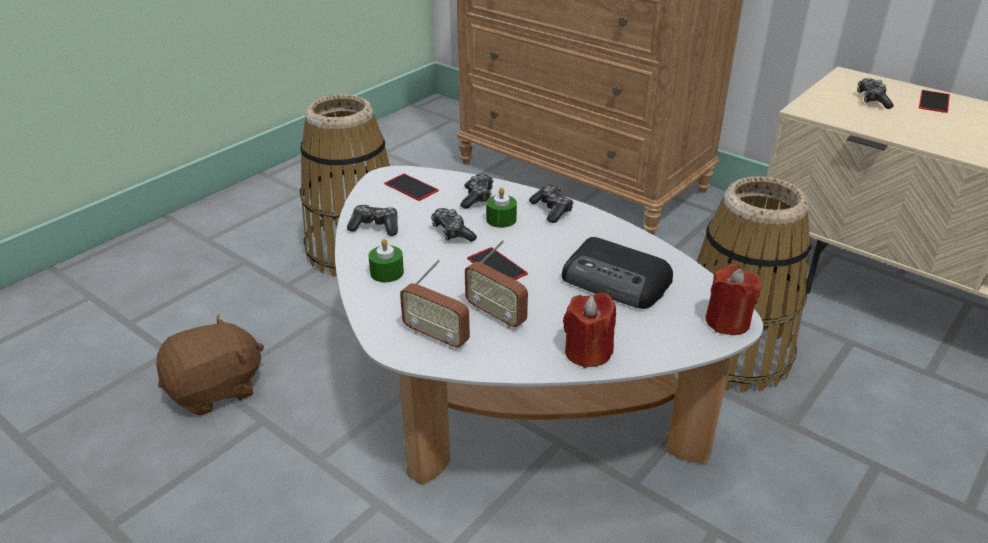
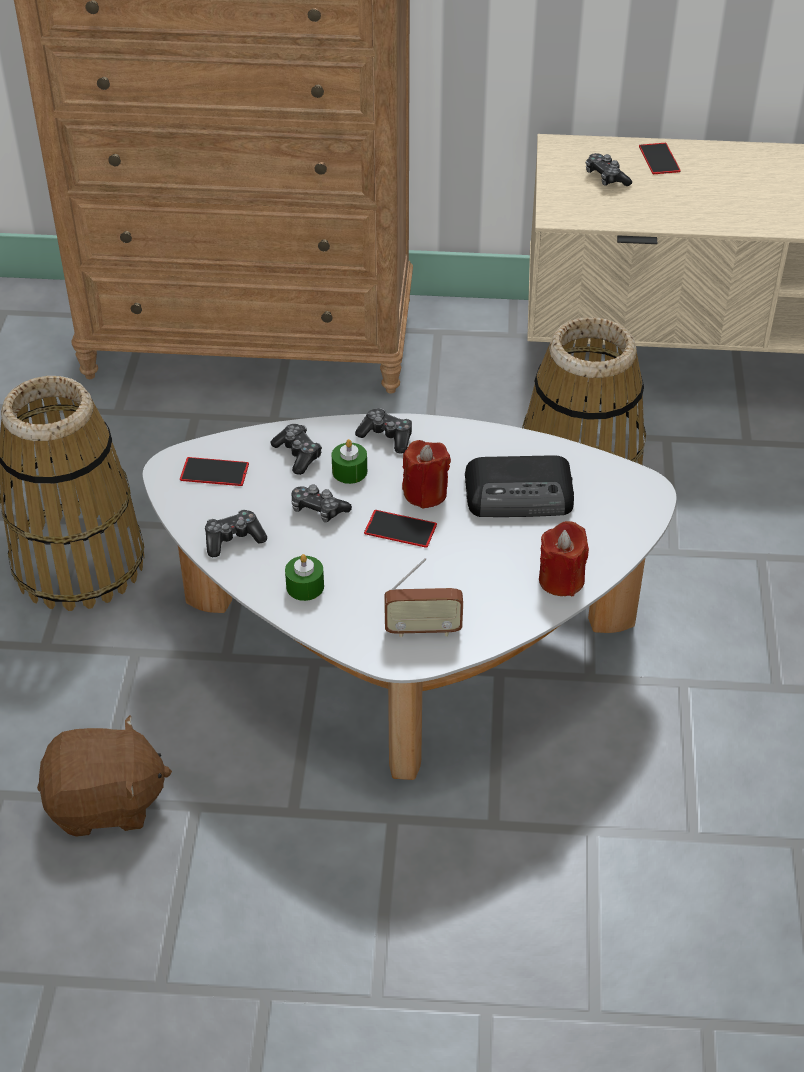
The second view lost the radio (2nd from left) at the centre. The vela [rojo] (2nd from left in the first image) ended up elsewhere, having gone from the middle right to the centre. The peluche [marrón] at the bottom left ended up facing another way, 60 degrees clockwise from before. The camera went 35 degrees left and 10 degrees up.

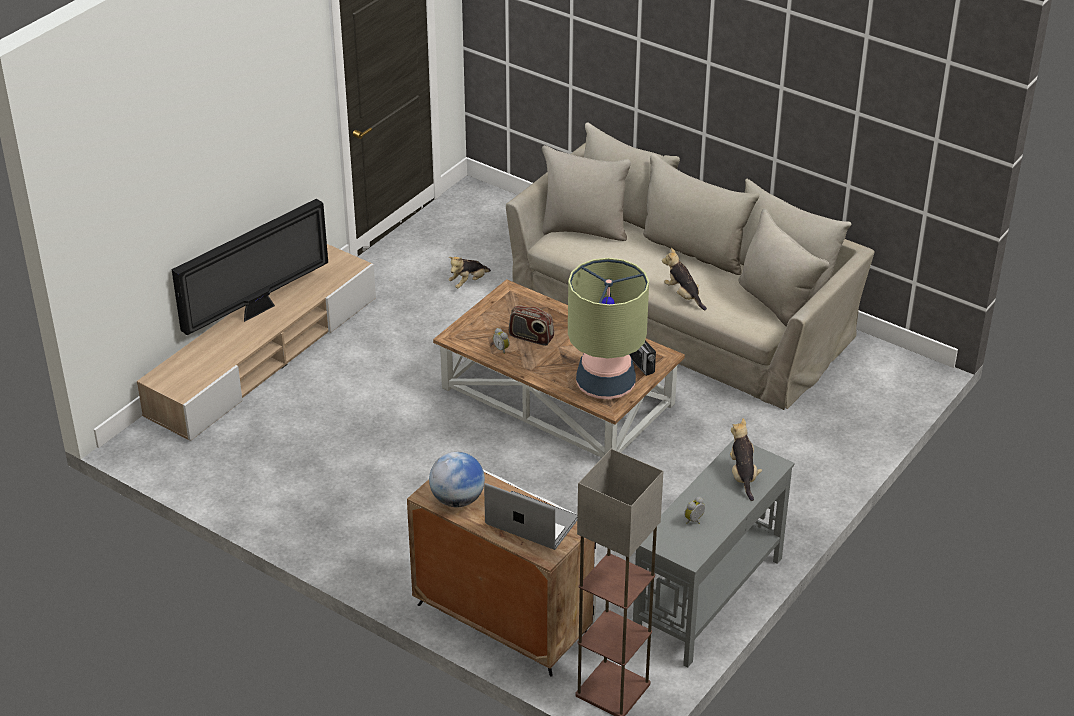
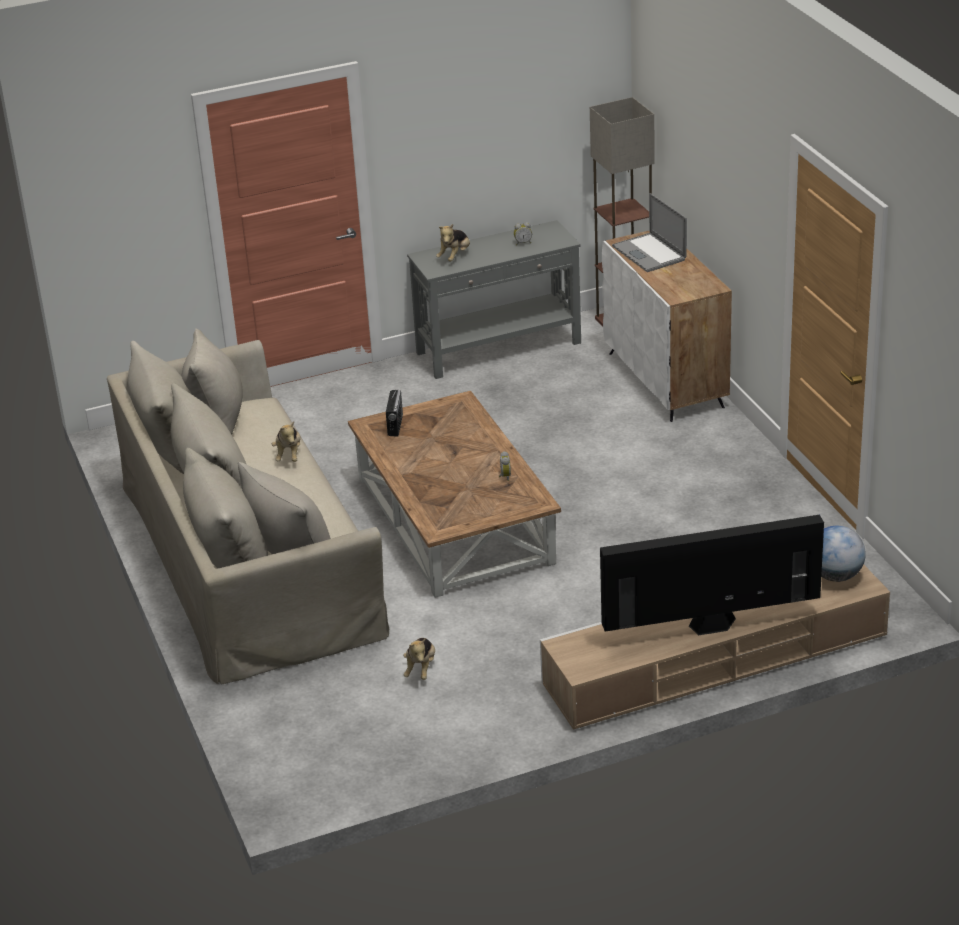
The second view lost the radio (1st from left) at the centre. The second view lost the lámpara de mesa at the centre. The globo terráqueo ended up elsewhere, having gone from the bottom centre to the middle right. The peluche (1st from left in the first image) at the centre ended up facing another way, 105 degrees clockwise from before. The camera went 145 degrees left and 5 degrees down.

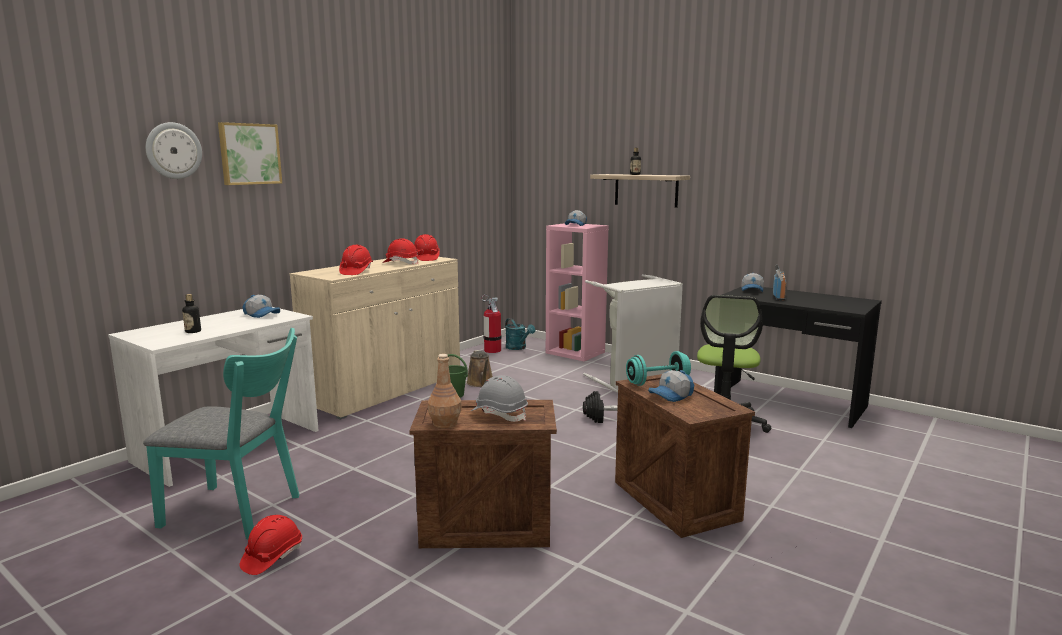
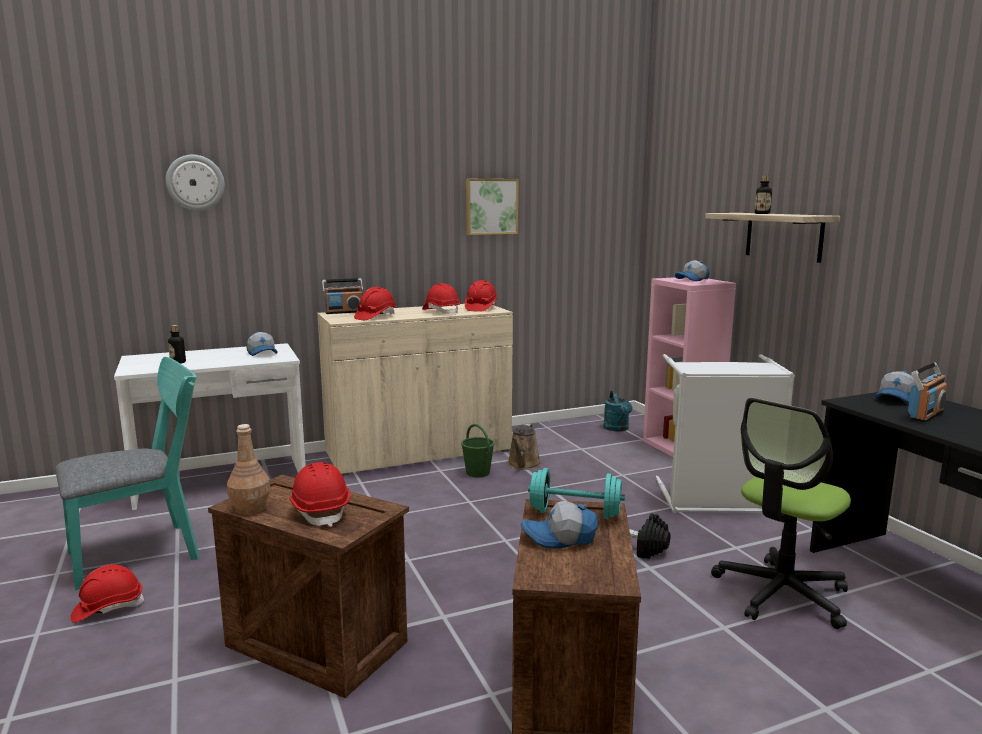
The second view lost the extintor at the centre. The second view gained the radio (1st from left) at the centre. The cuadro ended up elsewhere, having gone from the top left to the top centre. What was the casco [gris] at the centre turned into the casco [rojo] (2nd from left) at the bottom left. The silla [turquesa] at the bottom left ended up facing another way, 75 degrees counterclockwise from before. The camera went 30 degrees right and 0 degrees up.

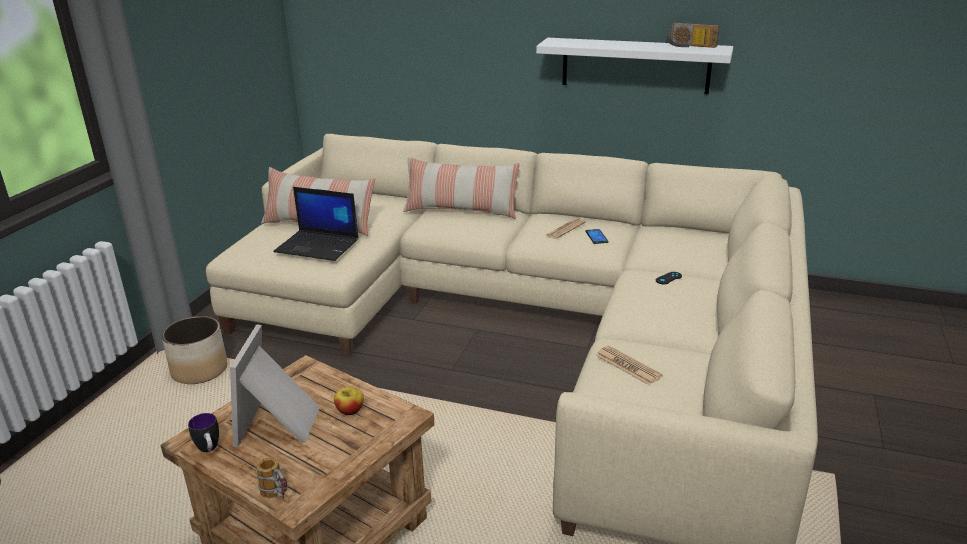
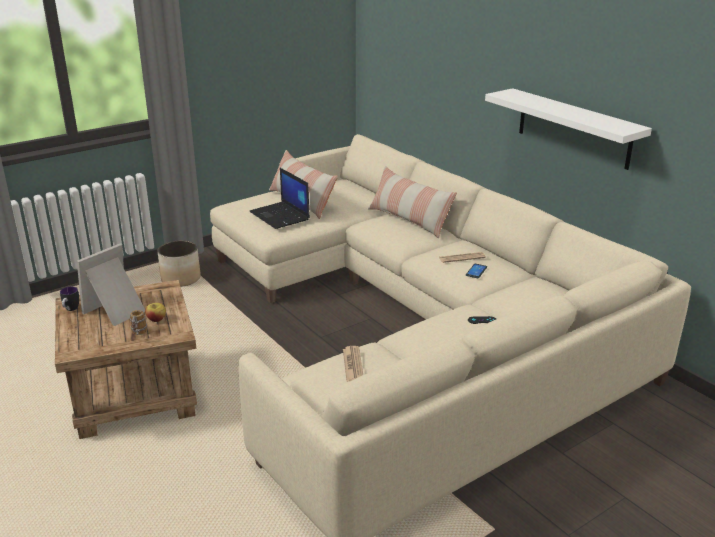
The second view lost the radio at the top right. The taza grande (2nd from left) ended up elsewhere, having gone from the bottom left to the middle left. The camera went 35 degrees right and 0 degrees up.

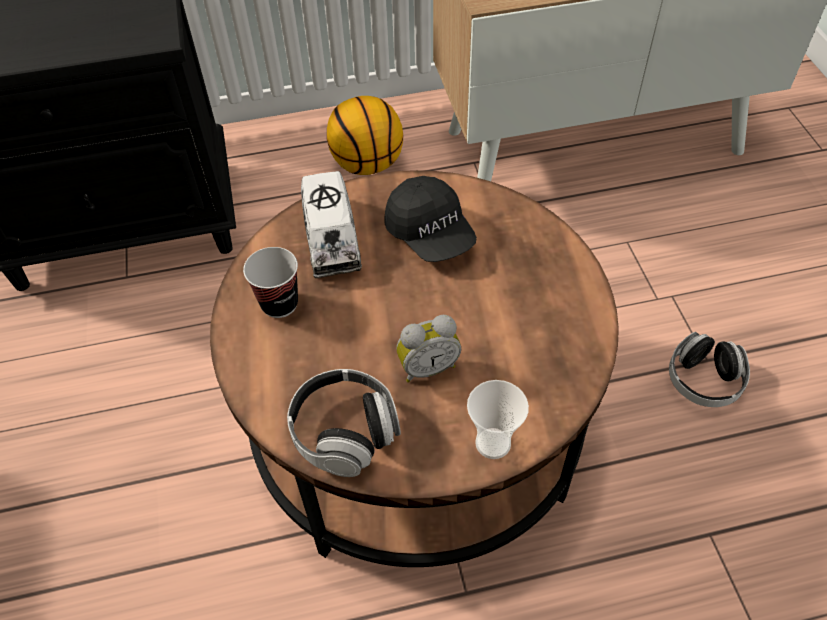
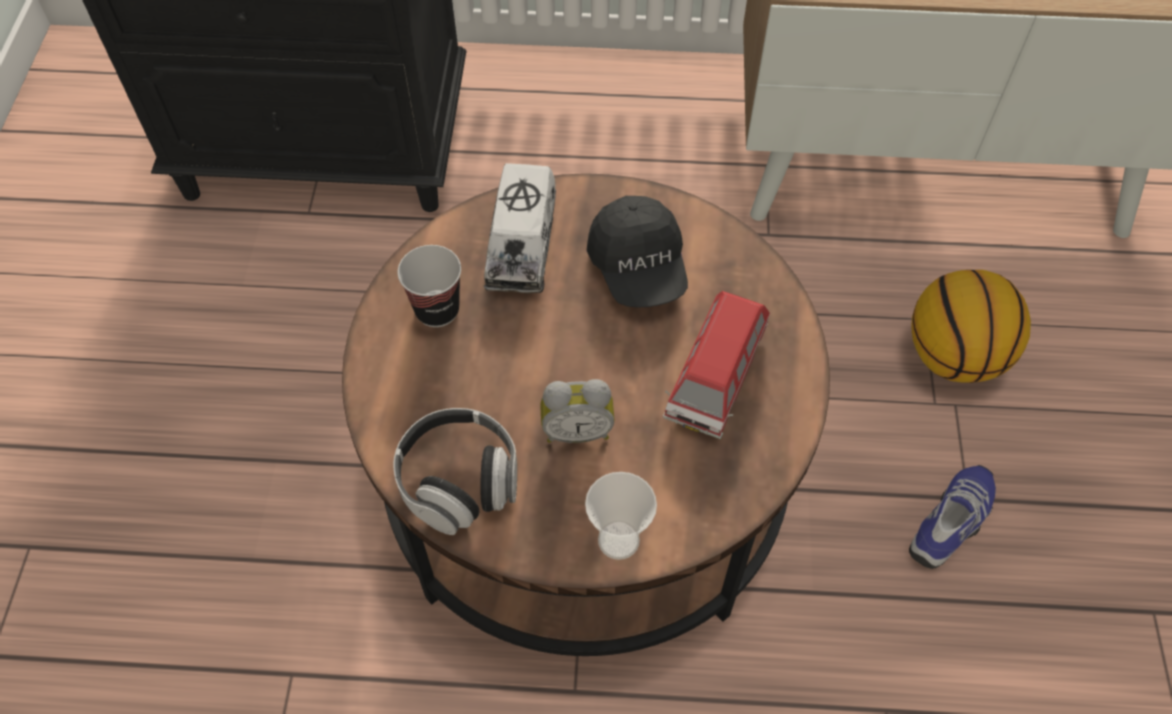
The second view gained the coche de juguete at the centre. The balón de baloncesto ended up elsewhere, having gone from the top centre to the middle right. Where the auriculares (2nd from left) stood at the middle right, the zapato came to stand at the bottom right. The camera went 15 degrees right and 5 degrees up.

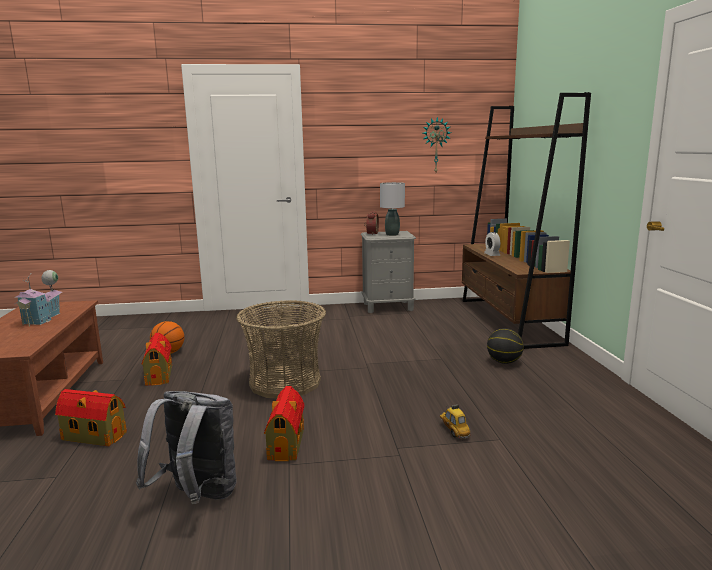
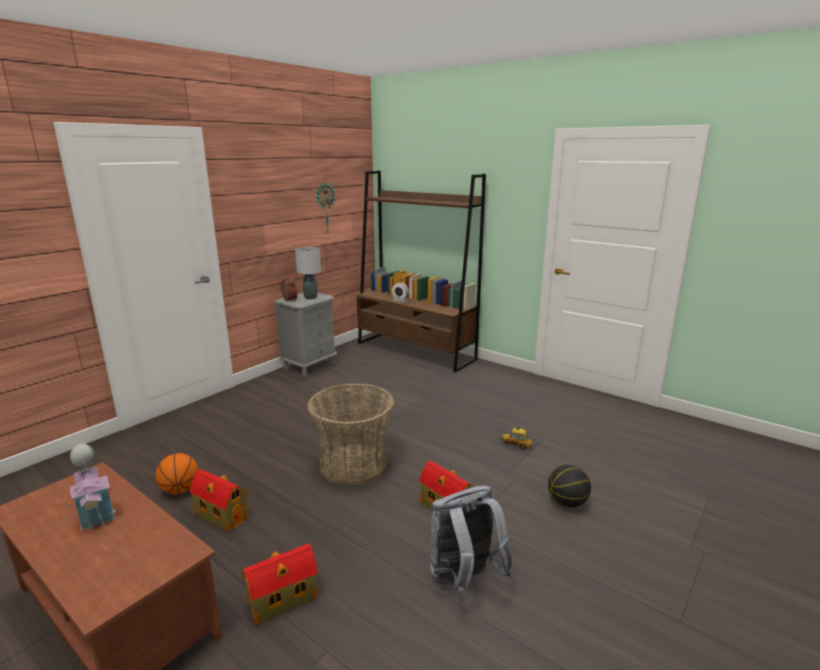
The balón de baloncesto (2nd from left) ended up elsewhere, having gone from the middle right to the bottom right. The camera went 45 degrees left and 5 degrees up.

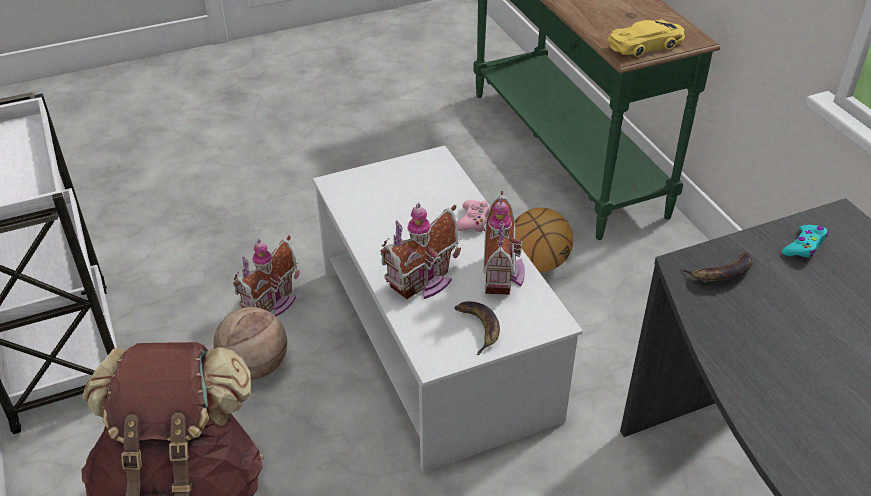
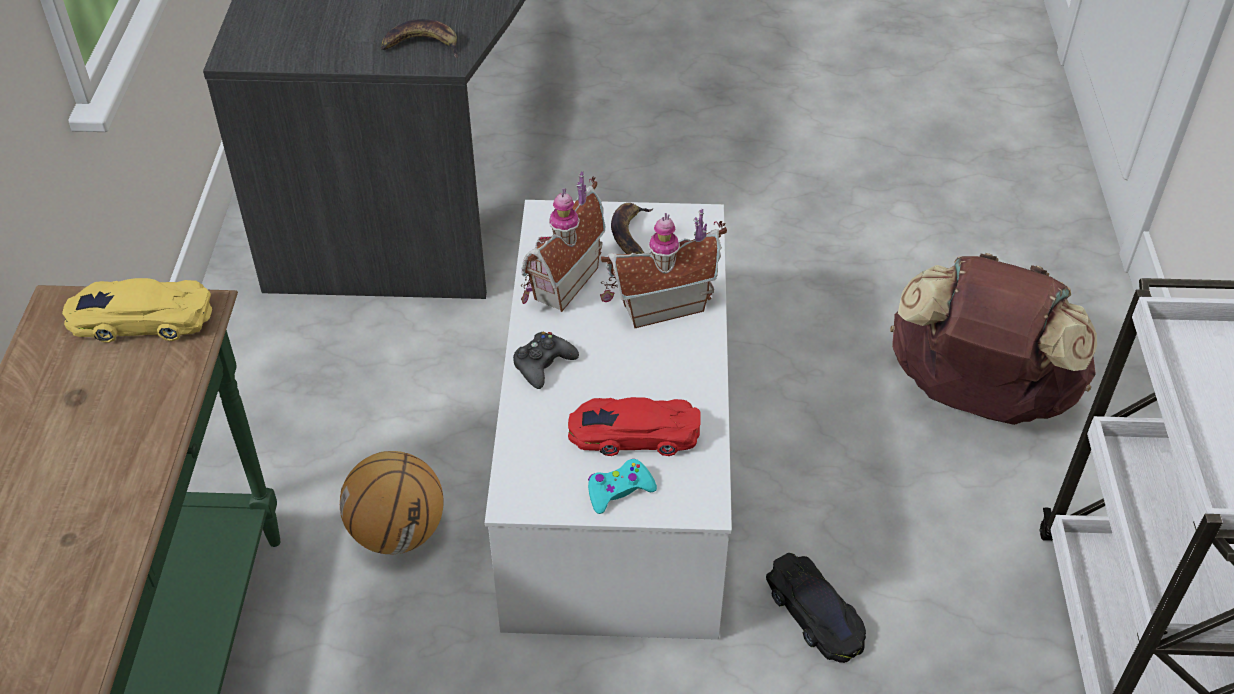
The second view lost the balón de baloncesto (1st from left) at the bottom left. The second view gained the coche de juguete [rojo] at the centre. The mando de consola [turquesa] ended up elsewhere, having gone from the middle right to the bottom centre. Where the casita (1st from left) stood at the middle left, the coche de juguete [negro] came to stand at the bottom centre. What was the mando de consola [rosa] at the centre turned into the mando de consola [negro] at the centre. The camera went 155 degrees left and 5 degrees up.

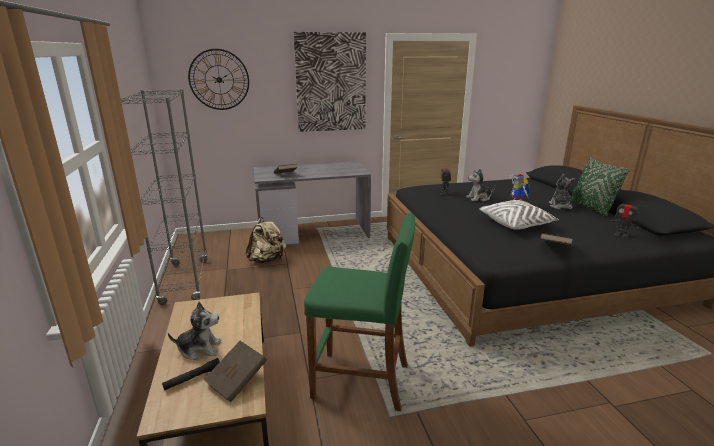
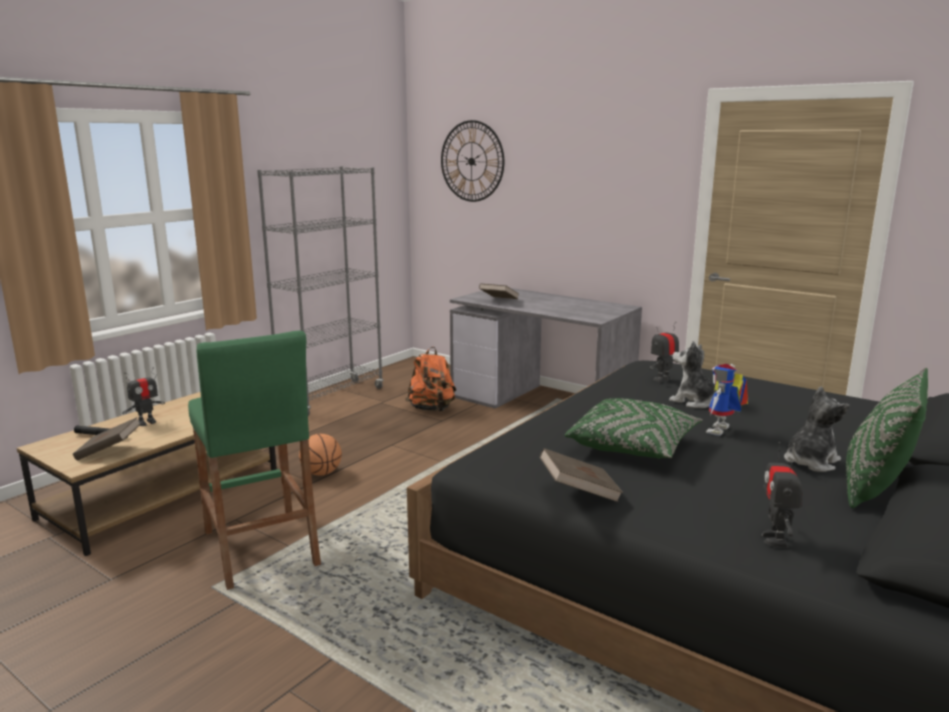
The second view lost the cuadro at the top centre. The second view gained the balón de baloncesto at the centre. Where the peluche (1st from left) stood at the bottom left, the robot de juguete (1st from left) came to stand at the middle left. What was the mochila [beis] at the centre turned into the mochila [naranja] at the centre. What was the cojín [blanco] at the middle right turned into the cojín [verde] (1st from left) at the middle right. The camera went 50 degrees right and 5 degrees down.

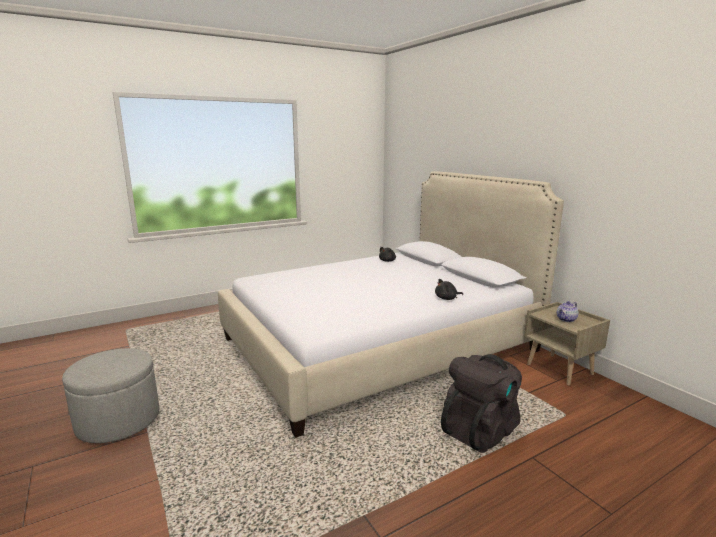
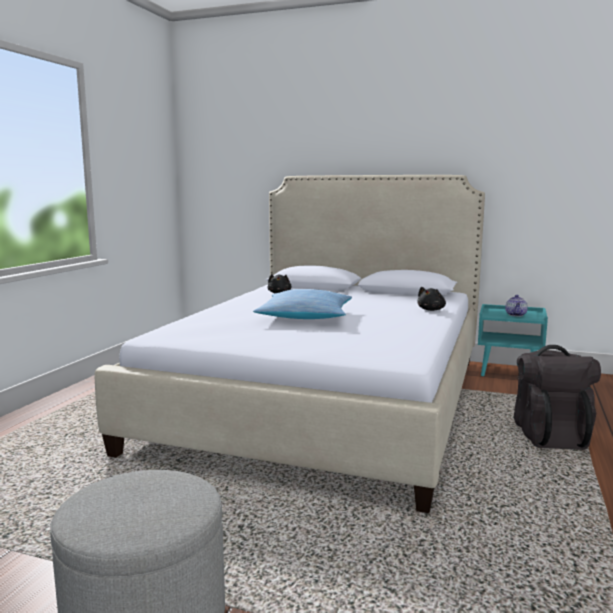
The second view gained the cojín at the centre. What was the mesita de noche [beis] at the middle right turned into the mesita de noche [turquesa] at the middle right. The camera went 40 degrees left and 5 degrees down.

